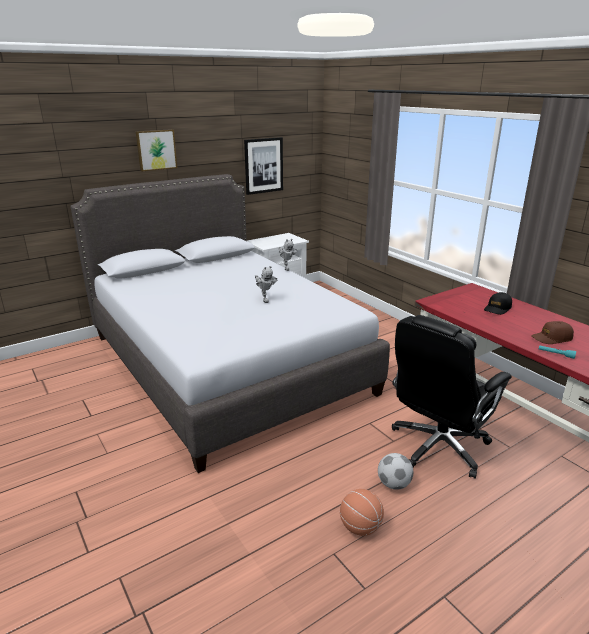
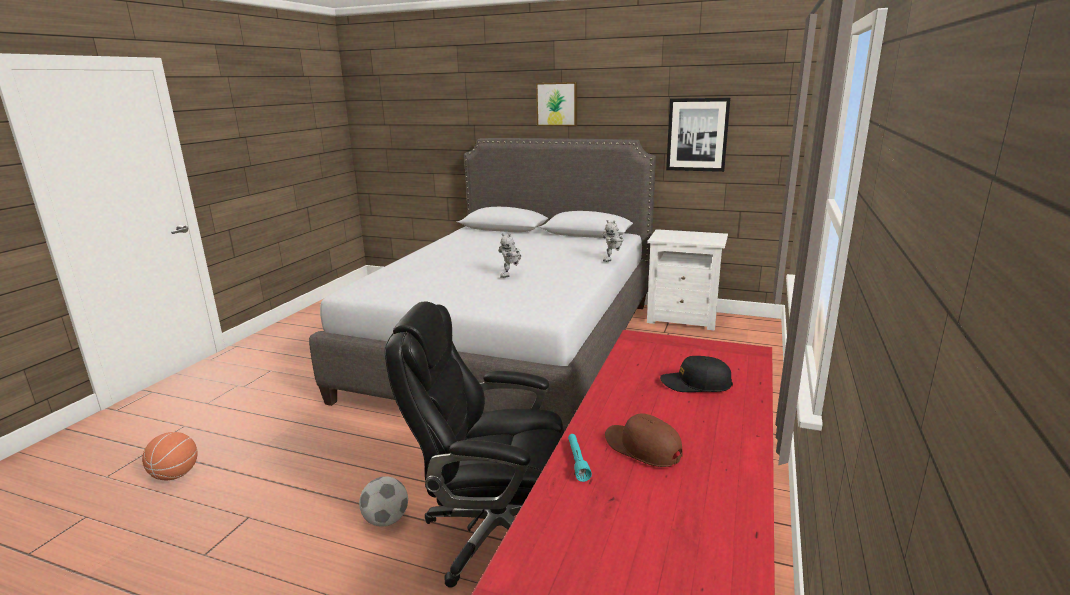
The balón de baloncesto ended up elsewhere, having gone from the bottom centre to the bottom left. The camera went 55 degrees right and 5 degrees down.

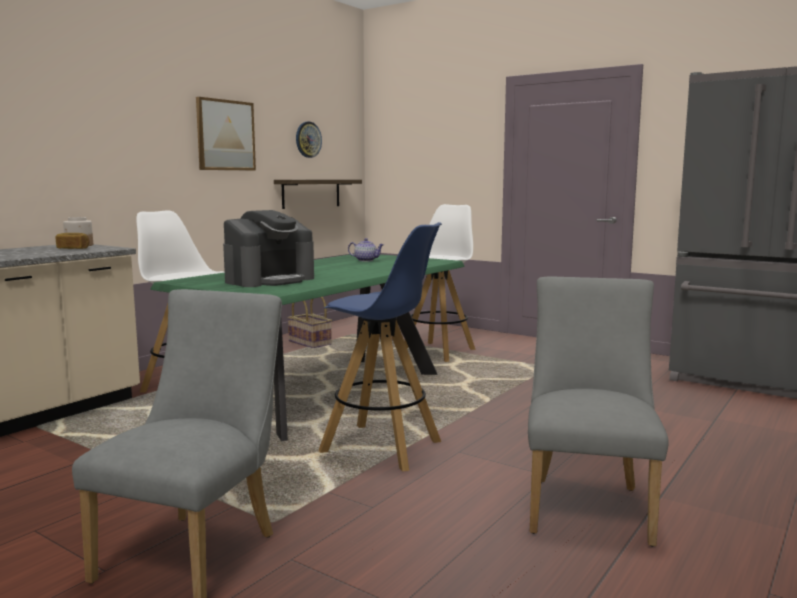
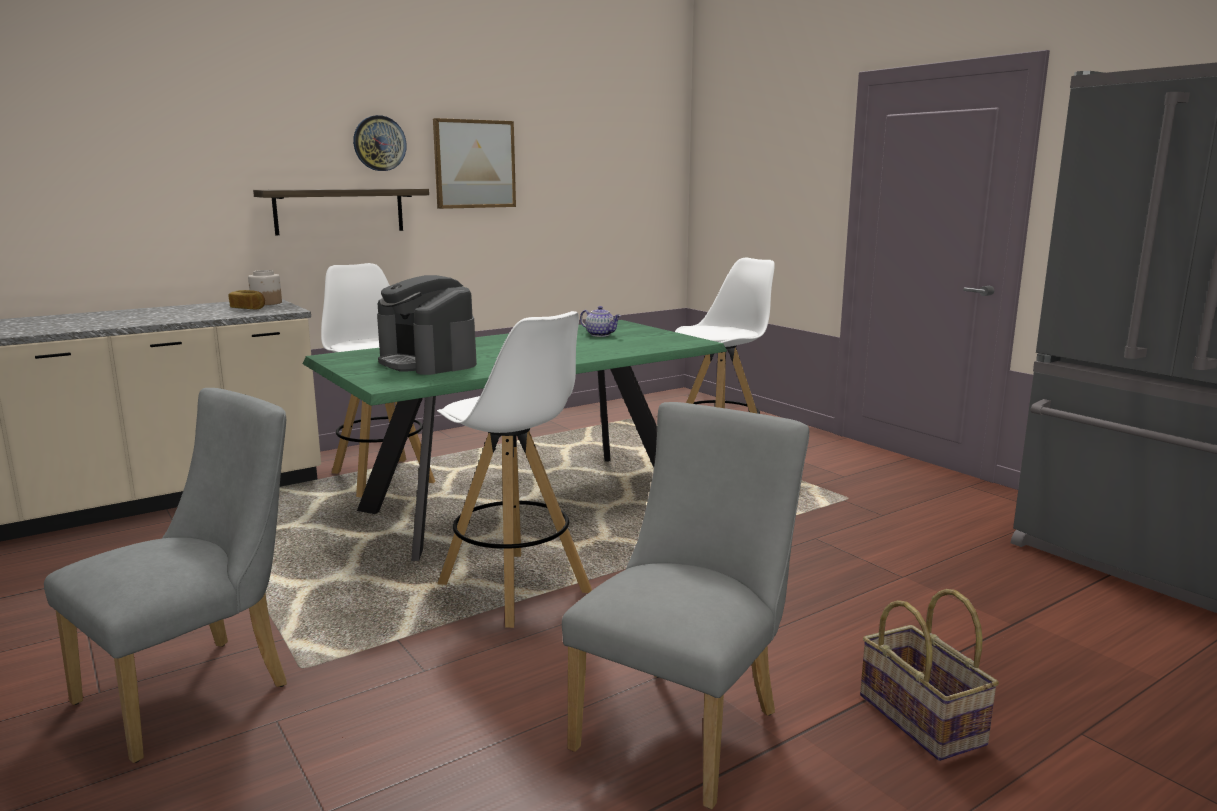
The estante ended up elsewhere, having gone from the top centre to the top left. The cesta ended up elsewhere, having gone from the centre to the bottom right. The reloj de pared ended up elsewhere, having gone from the top centre to the top left. What was the taburete [azul] at the centre turned into the taburete [blanco] (2nd from left) at the centre. The cafetera at the centre ended up facing another way, 75 degrees clockwise from before. The camera went 20 degrees right and 5 degrees up.

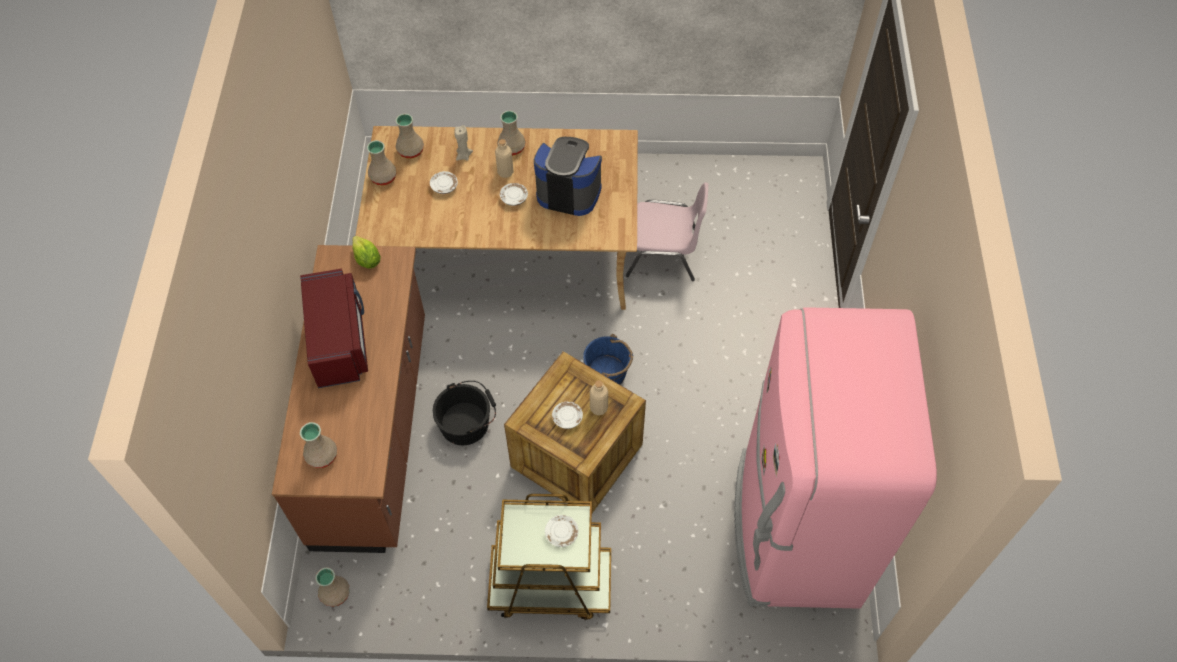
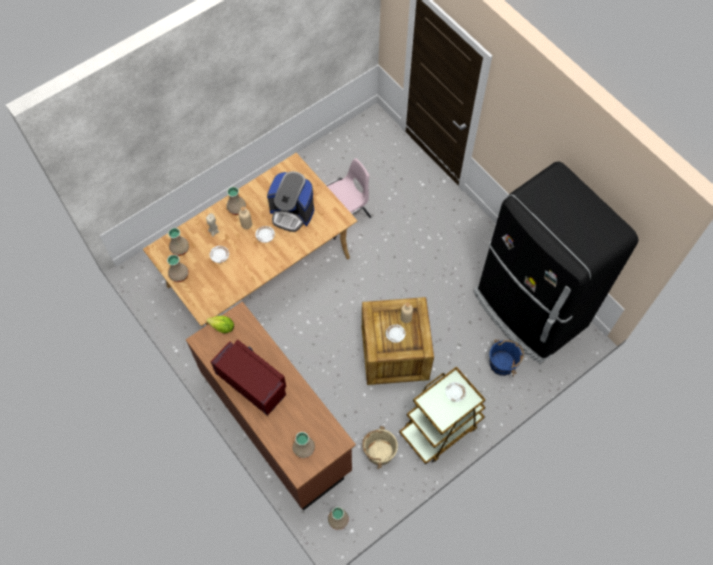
The second view lost the cubo [negro] at the centre. The second view gained the cubo [beis] at the bottom centre. The cubo [azul] ended up elsewhere, having gone from the centre to the middle right. What was the nevera [rosa] at the bottom right turned into the nevera [negro] at the middle right. The cafetera at the top centre ended up facing another way, 135 degrees counterclockwise from before. The camera went 40 degrees left and 5 degrees up.

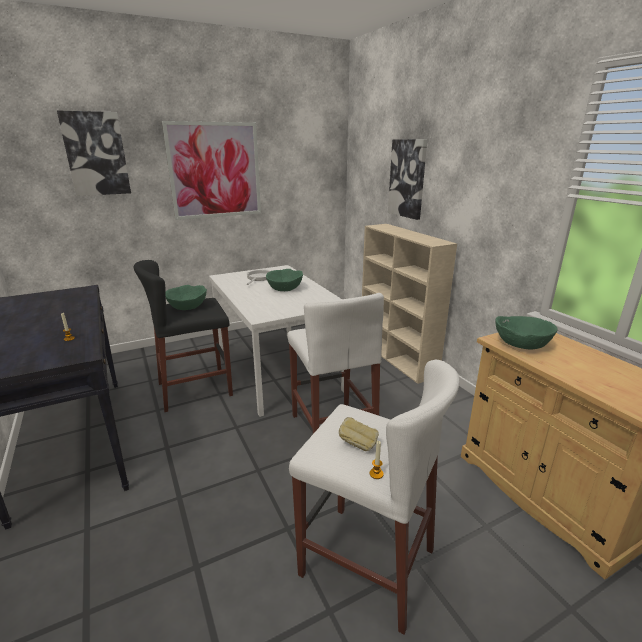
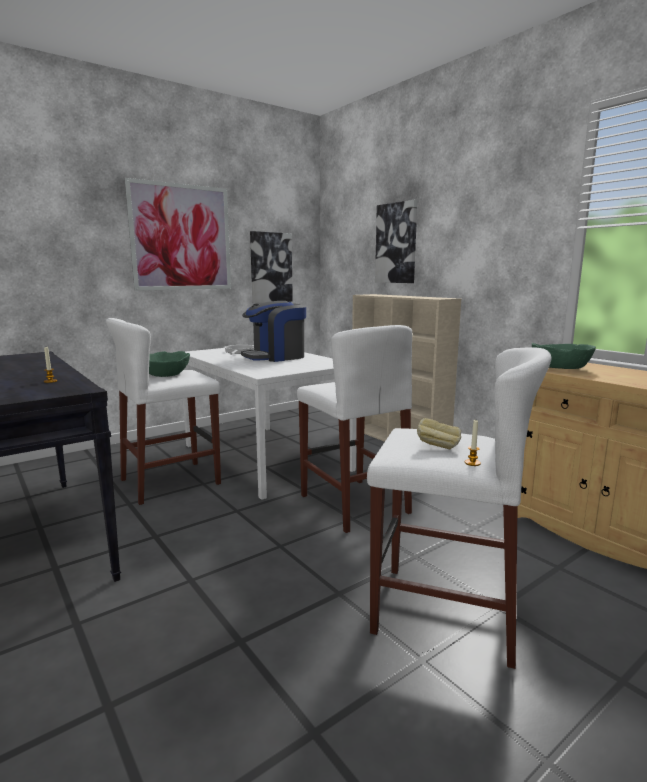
The cuadro (1st from left in the first image) ended up elsewhere, having gone from the top left to the centre. Where the cuenco [verde] (2nd from left) stood at the centre, the cafetera came to stand at the centre. What was the taburete [negro] at the middle left turned into the taburete [blanco] (1st from left) at the middle left. The camera went 10 degrees left and 10 degrees down.

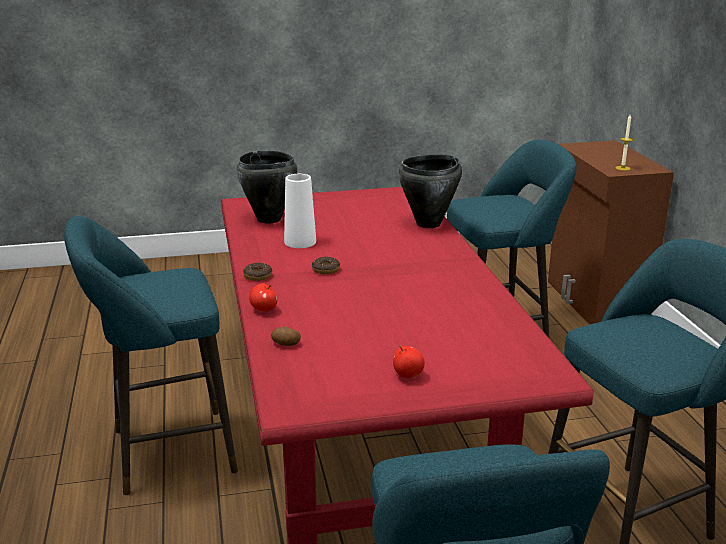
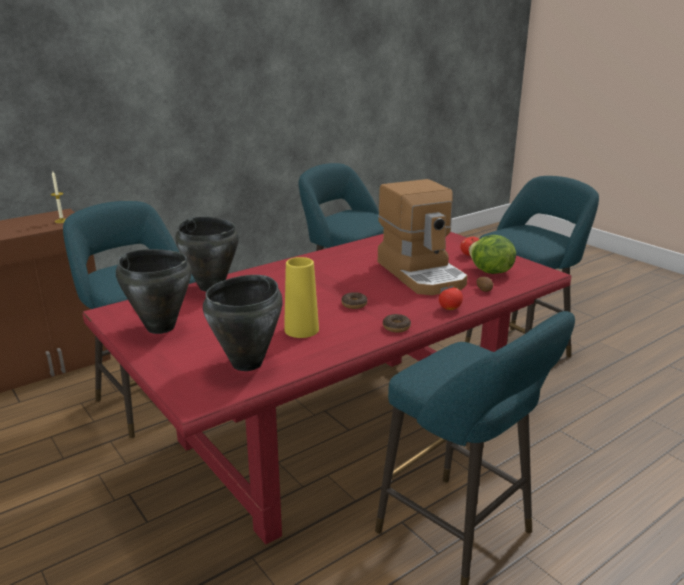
The second view gained the olla [negro] (1st from left) at the middle left. The second view gained the cafetera at the centre. The second view gained the lechuga at the middle right. What was the florero [blanco] at the centre turned into the florero [amarillo] at the centre. The camera went 115 degrees left and 0 degrees up.

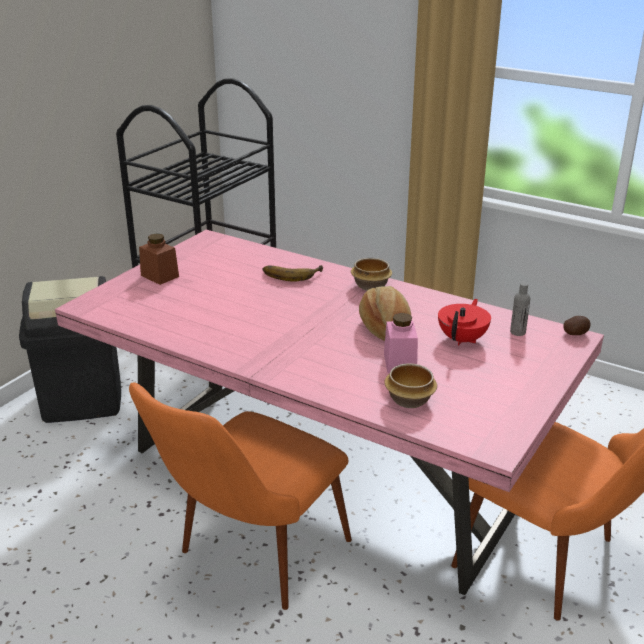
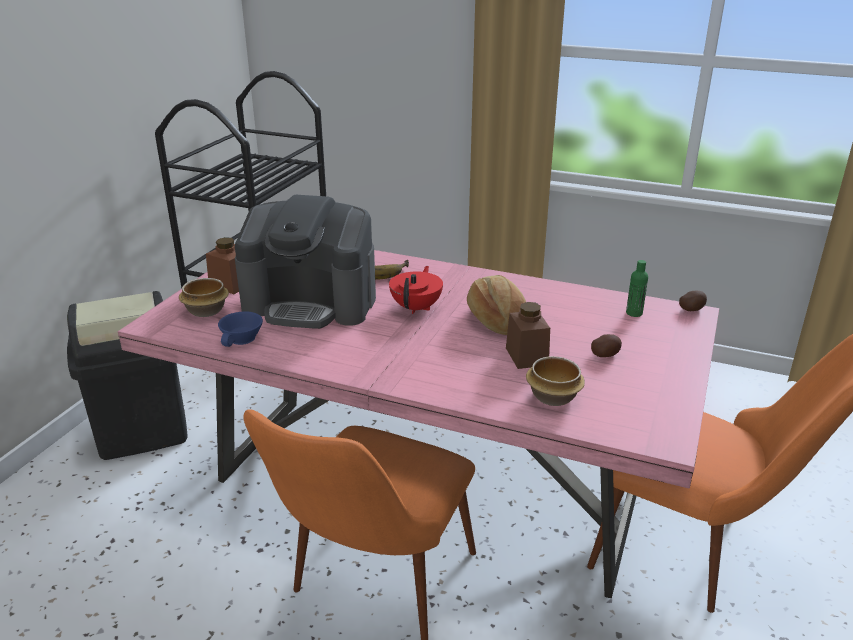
The second view gained the taza [azul] at the middle left. The second view gained the cafetera at the centre. The second view gained the patata (1st from left) at the middle right. The cuenco (1st from left) ended up elsewhere, having gone from the centre to the middle left. The tetera [rojo] ended up elsewhere, having gone from the middle right to the centre. What was the tarro [rosa] at the centre turned into the tarro [marrón] (2nd from left) at the centre. What was the botella [gris] at the middle right turned into the botella [verde] at the middle right. The camera went 10 degrees left and 0 degrees up.

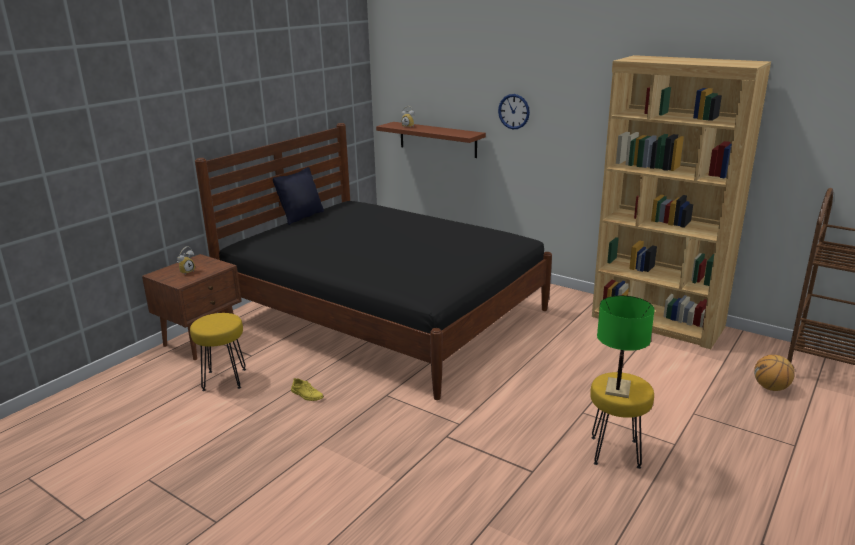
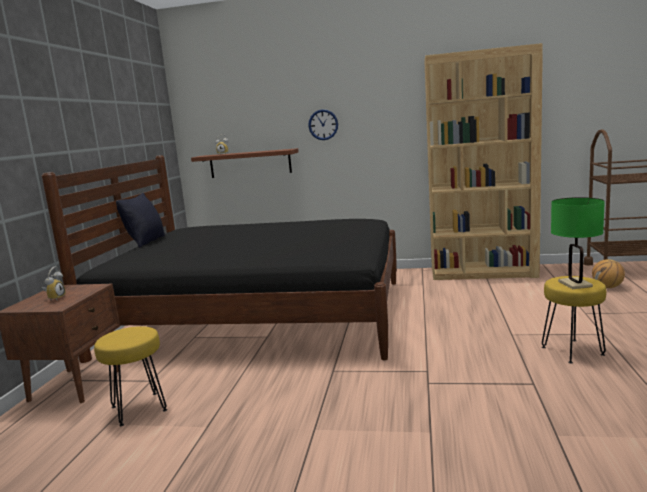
The second view lost the zapato [amarillo] at the bottom centre. The camera went 25 degrees left and 10 degrees down.

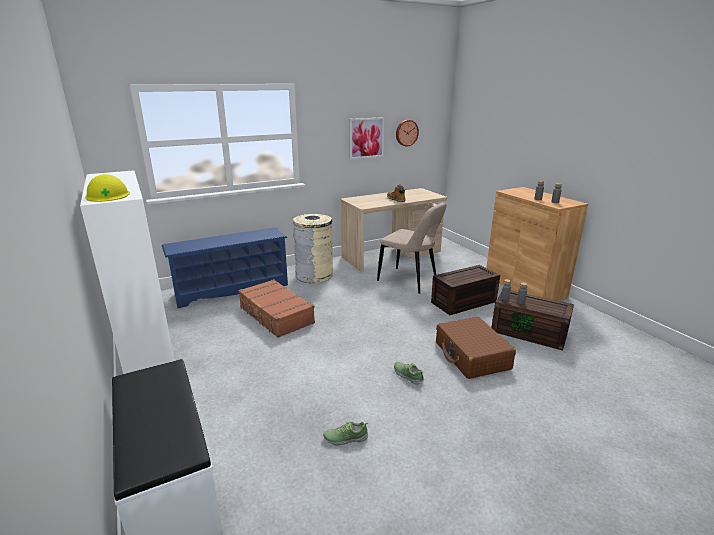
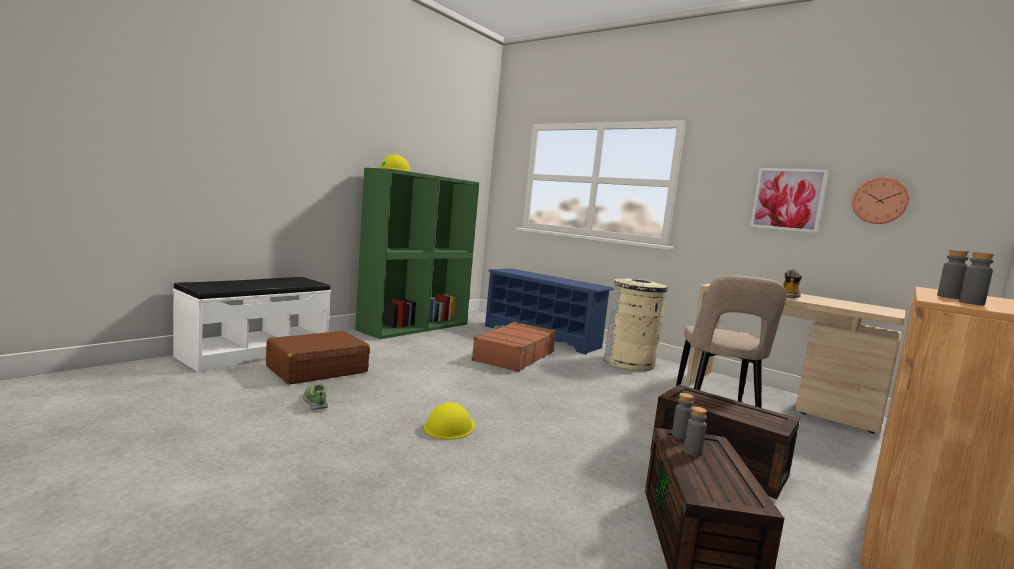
The maleta [marrón] (2nd from left in the first image) ended up elsewhere, having gone from the middle right to the middle left. Where the zapato (2nd from left) stood at the bottom centre, the casco [amarillo] (2nd from left) came to stand at the bottom centre. What was the estantería [blanco] at the middle left turned into the estantería [verde] at the centre. The camera went 65 degrees right and 15 degrees down.

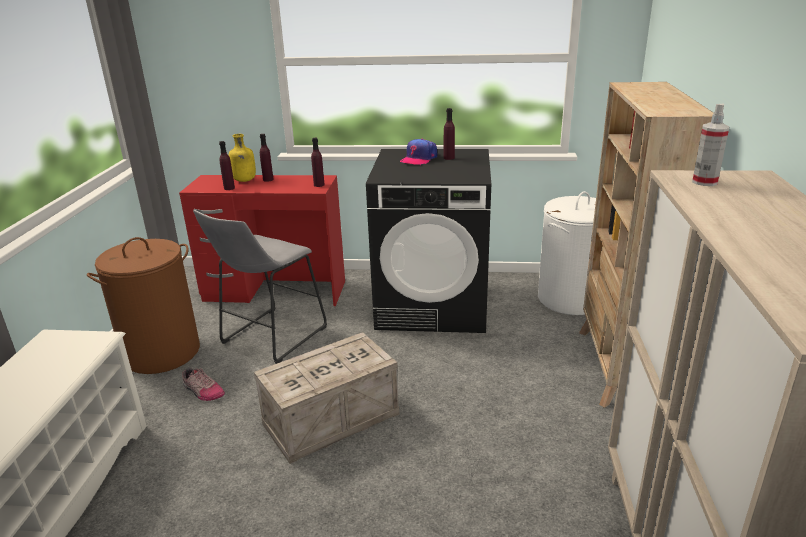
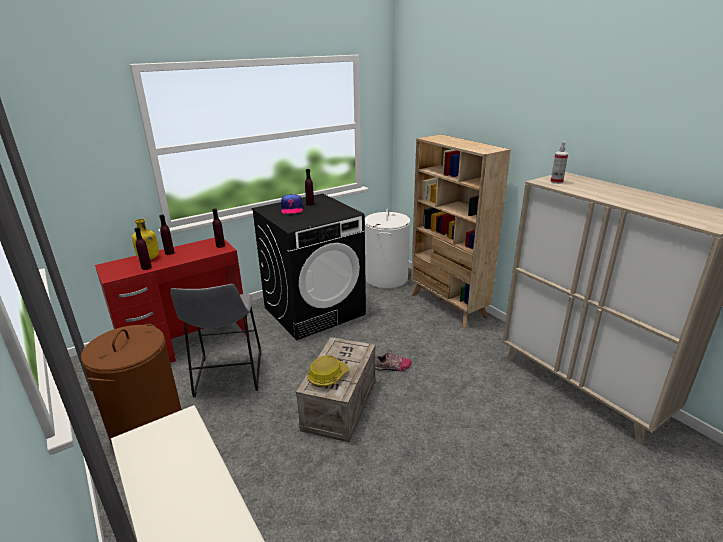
The second view gained the casco at the bottom centre. The zapato ended up elsewhere, having gone from the bottom left to the centre. The camera went 40 degrees left and 0 degrees up.

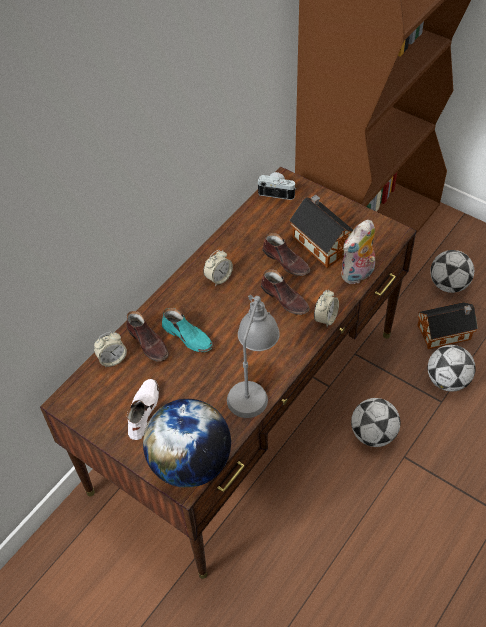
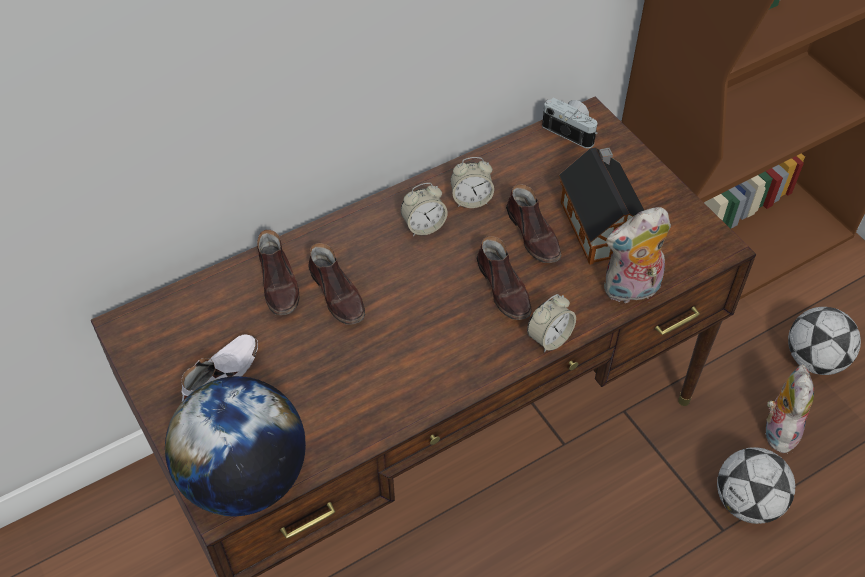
The second view lost the lámpara de mesa [gris] at the centre. The second view lost the balón de fútbol (1st from left) at the bottom right. The despertador (1st from left in the first image) ended up elsewhere, having gone from the middle left to the top centre. Where the casita (2nd from left) stood at the middle right, the peluche (2nd from left) came to stand at the bottom right. What was the zapato [turquesa] at the centre turned into the zapato [marrón] (2nd from left) at the centre. The camera went 20 degrees right and 0 degrees up.

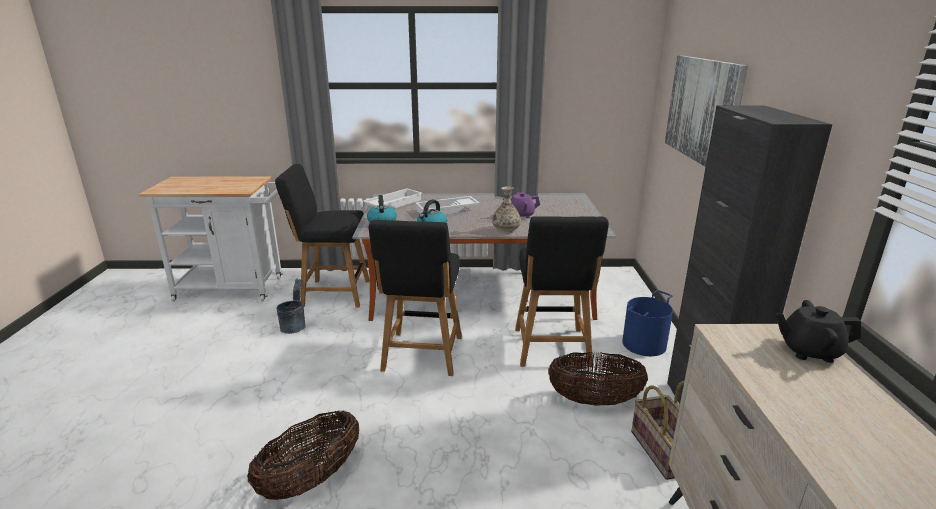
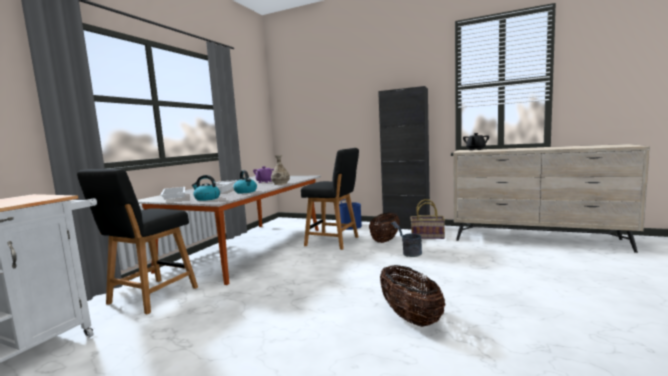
The second view lost the silla [negro] (2nd from left) at the centre. The second view lost the cuadro at the top right. The cubo [gris] ended up elsewhere, having gone from the middle left to the centre. The camera went 65 degrees left and 15 degrees down.

